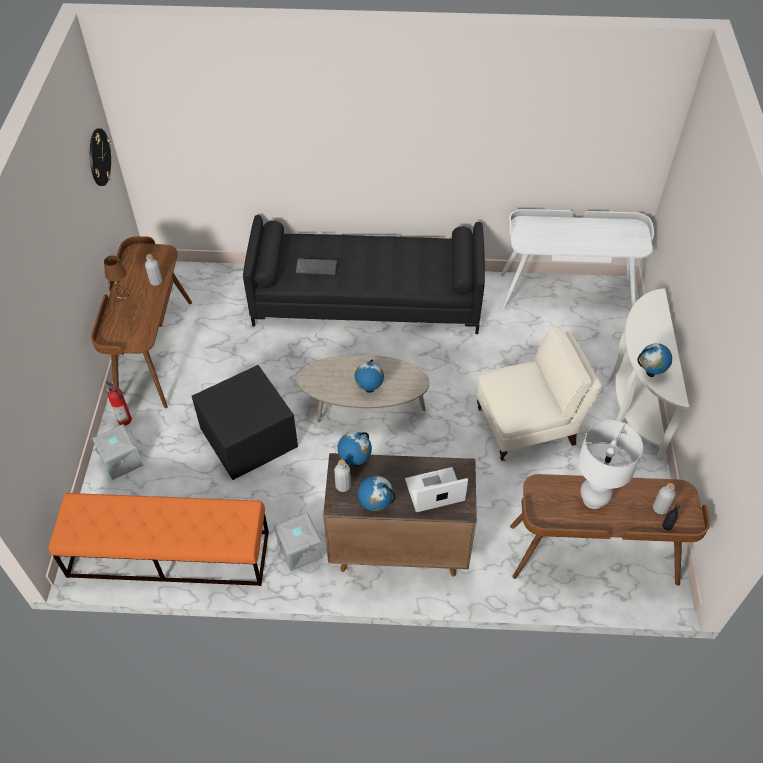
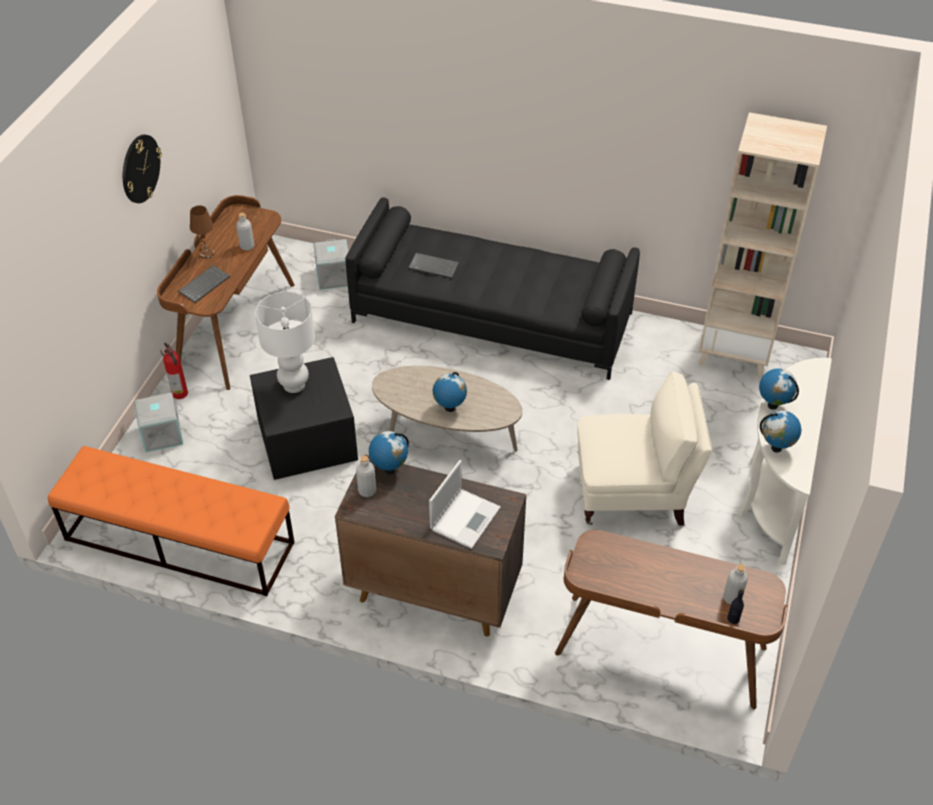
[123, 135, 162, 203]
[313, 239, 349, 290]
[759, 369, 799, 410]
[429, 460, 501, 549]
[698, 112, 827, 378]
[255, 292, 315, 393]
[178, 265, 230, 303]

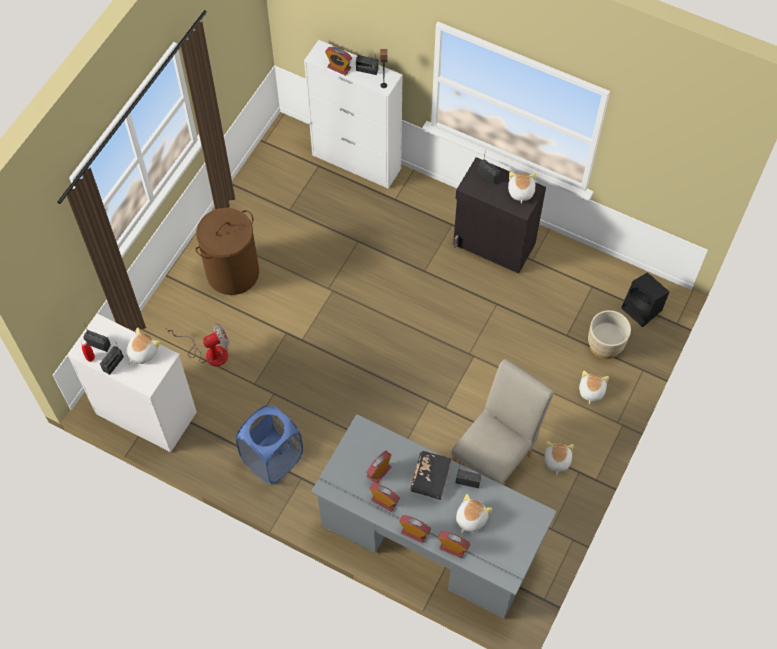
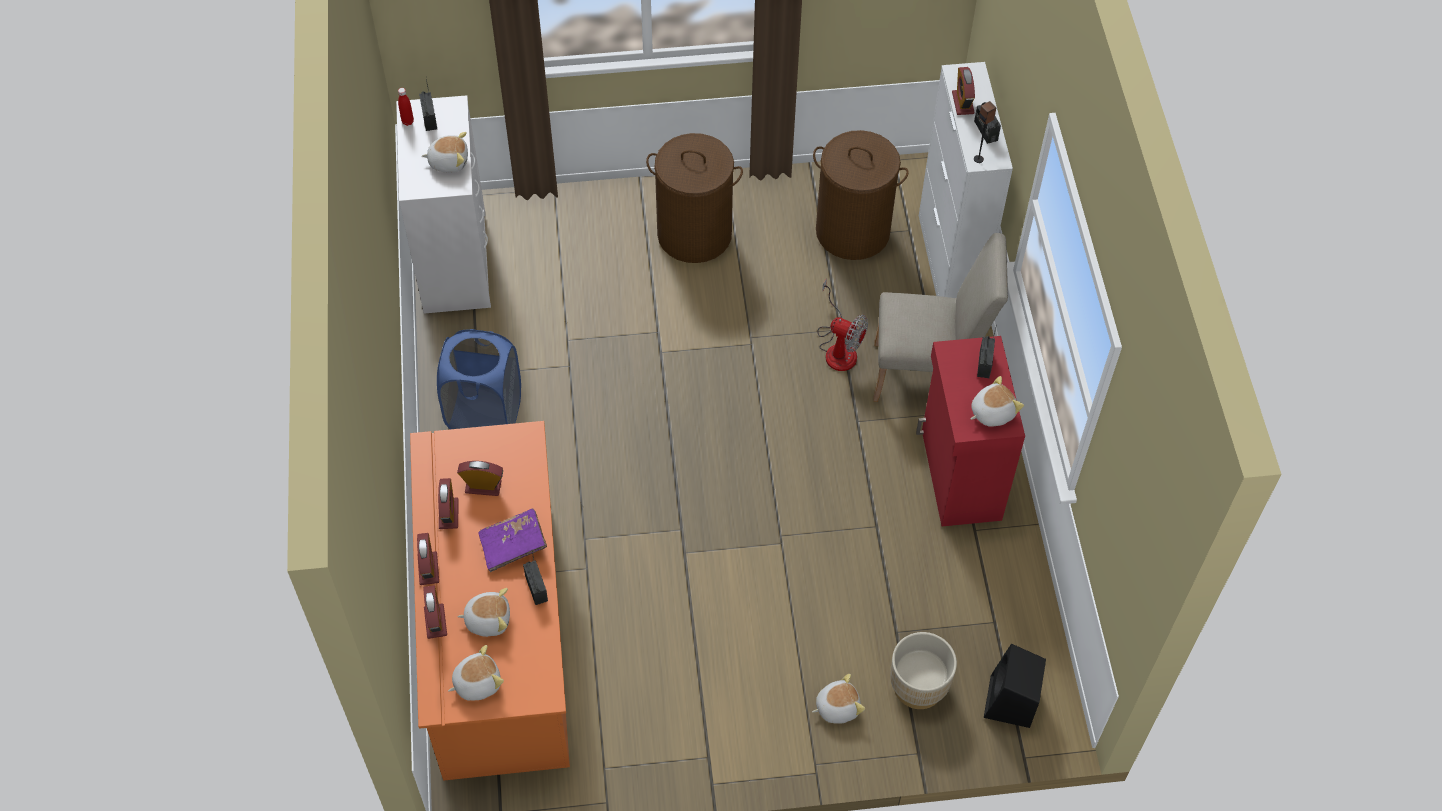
[100, 341, 124, 375] (first image)
[817, 278, 868, 371]
[410, 421, 570, 781]
[478, 508, 547, 572]
[873, 233, 1008, 402]
[916, 336, 1025, 526]
[448, 645, 504, 701]
[813, 130, 909, 260]

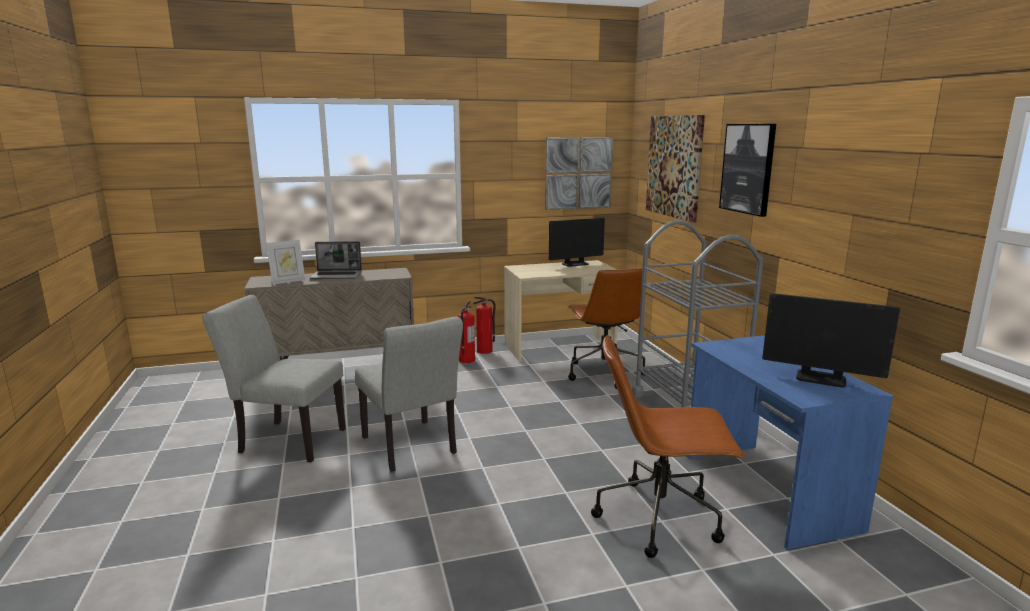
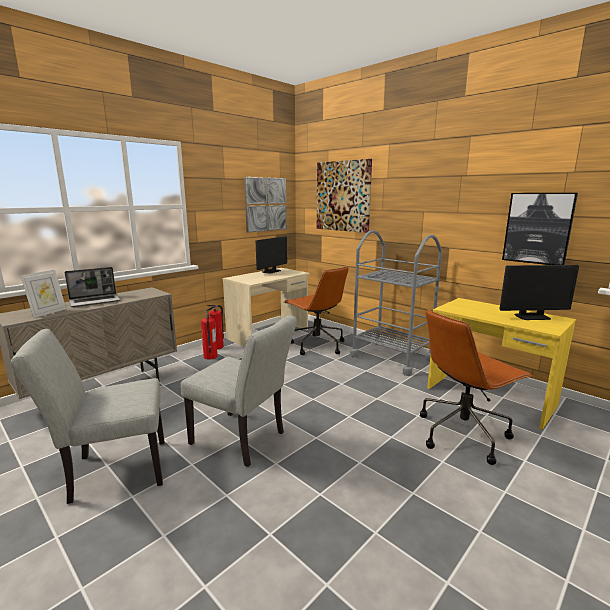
[427, 298, 576, 430]
[502, 193, 578, 265]

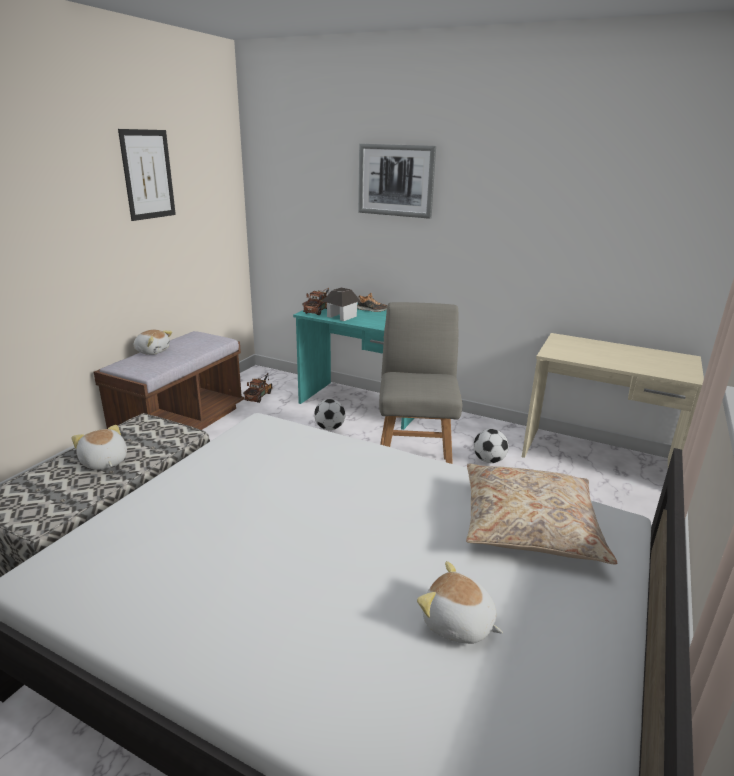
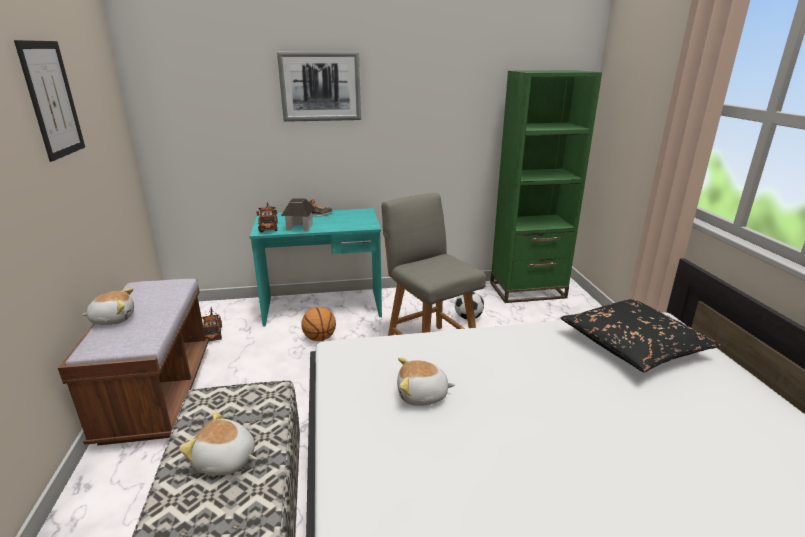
[301, 307, 336, 341]
[397, 357, 455, 406]
[561, 299, 721, 372]
[490, 70, 602, 303]

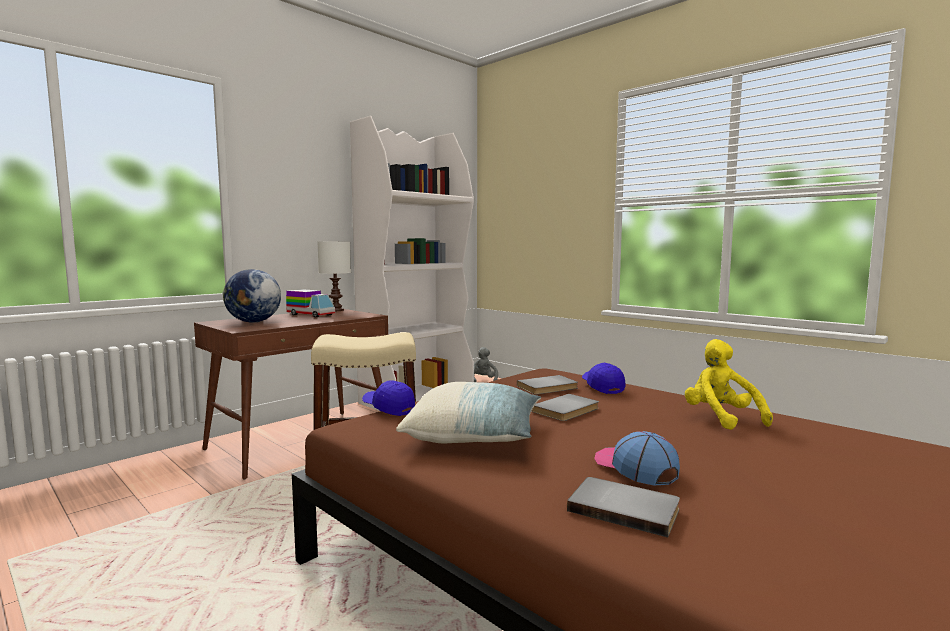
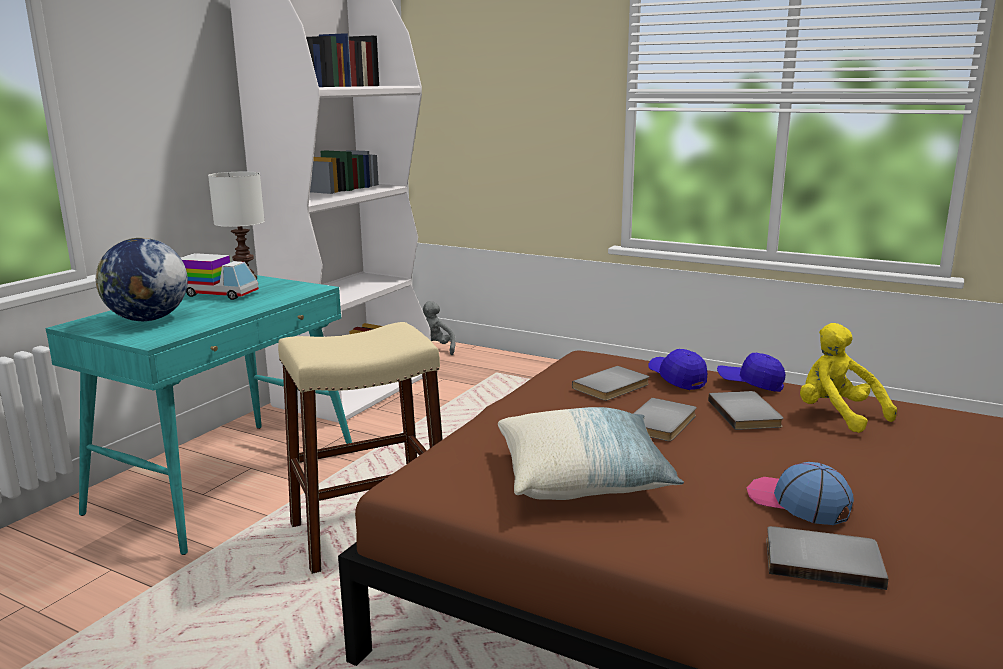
[46, 275, 352, 555]
[717, 353, 785, 392]
[708, 391, 783, 430]

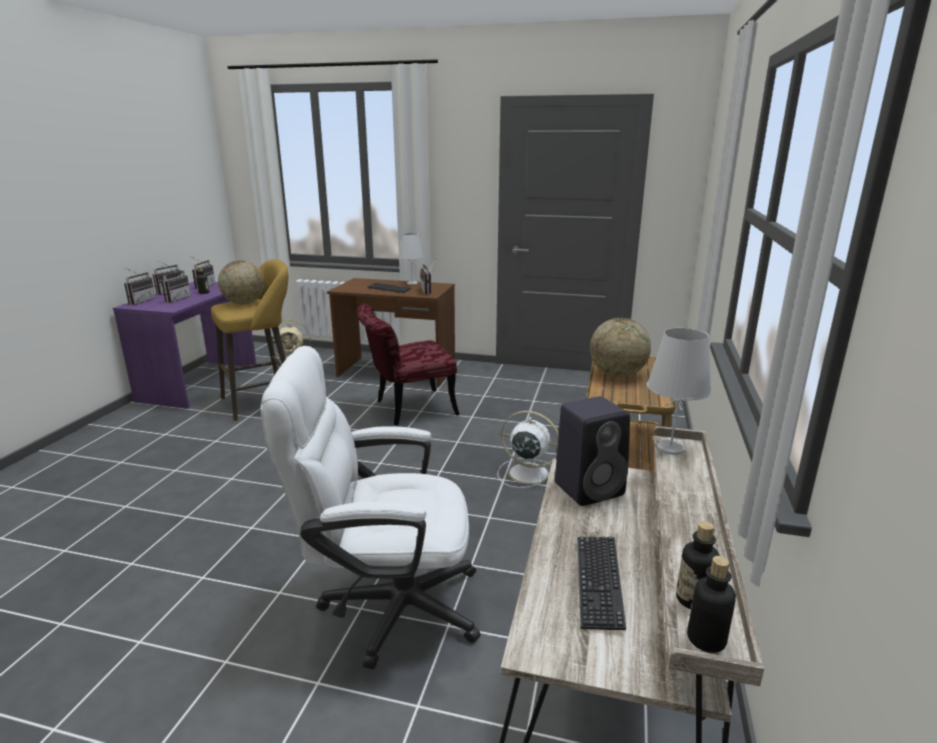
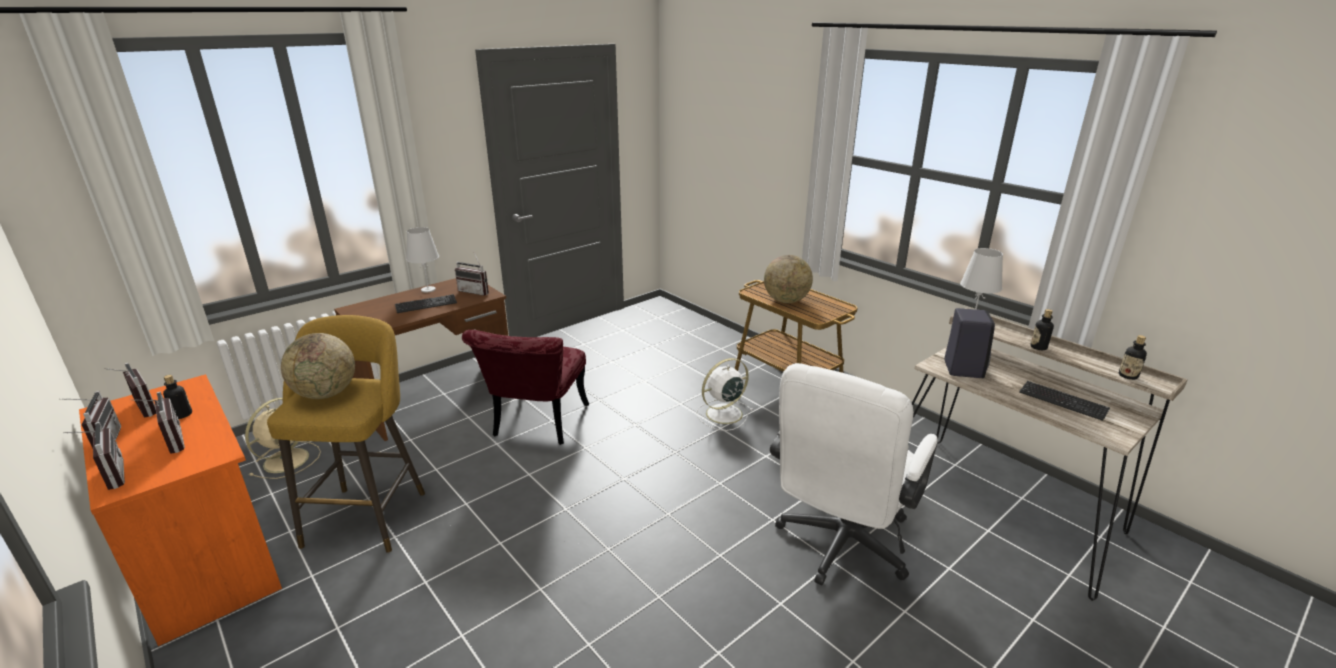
[79, 374, 282, 646]
[1030, 309, 1054, 350]

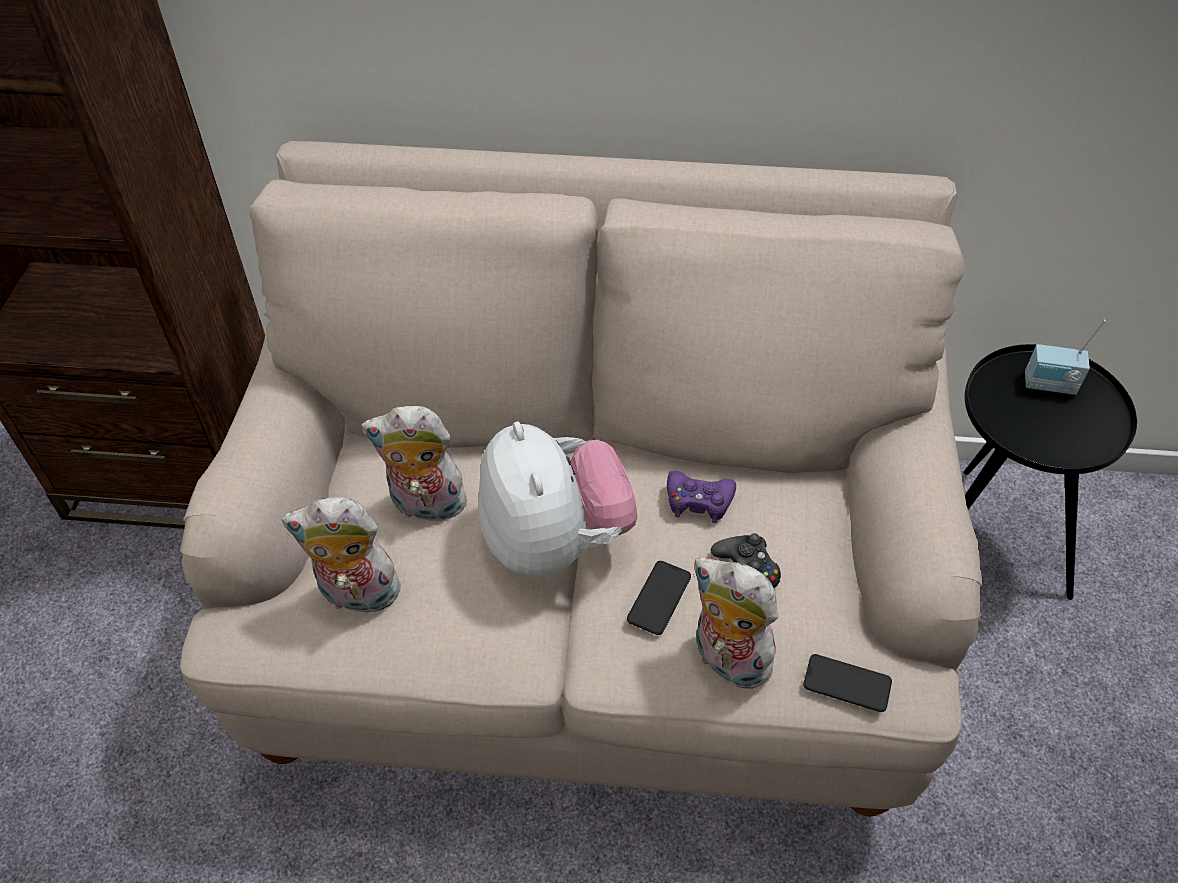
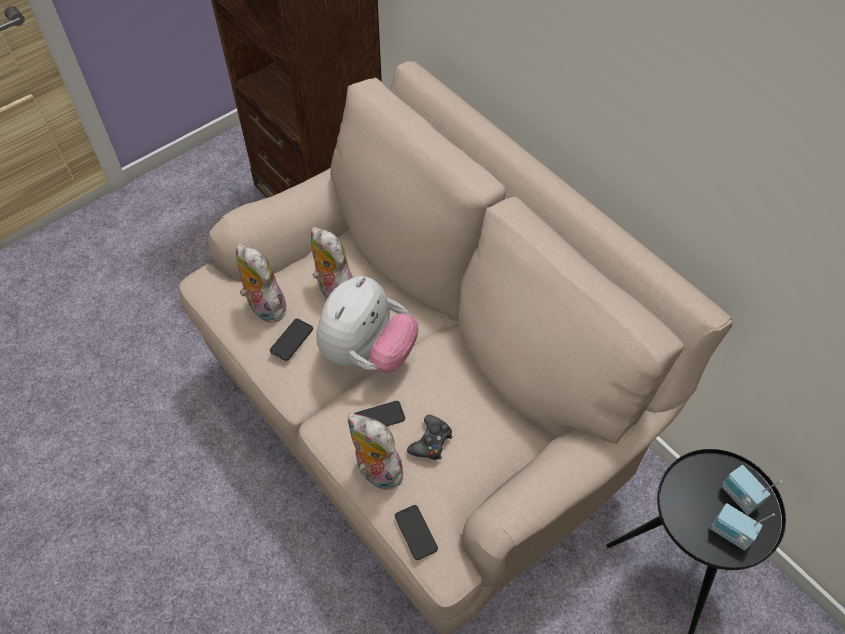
[667, 471, 736, 523] (first image)
[348, 414, 403, 490]
[270, 319, 313, 361]
[710, 503, 775, 551]

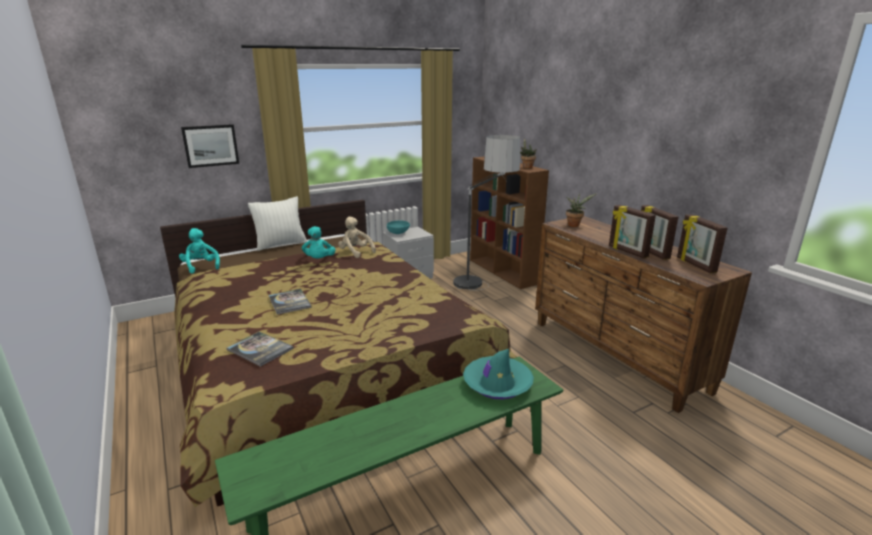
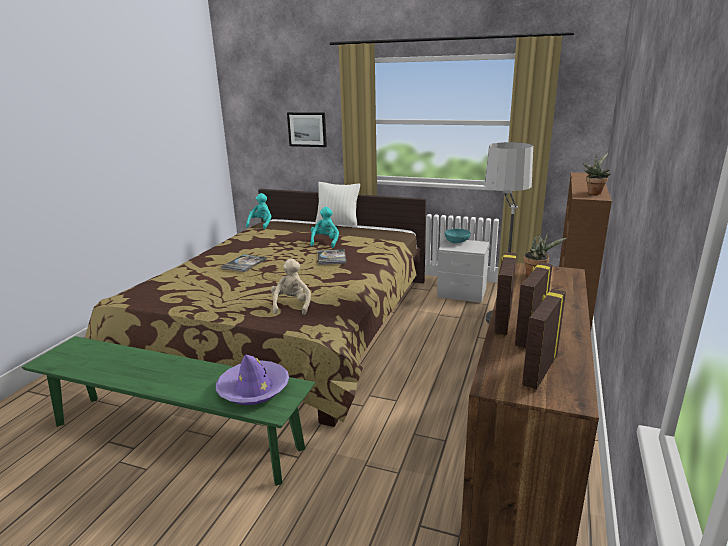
[318, 249, 347, 265]
[310, 207, 339, 248]
[271, 258, 311, 315]
[216, 354, 289, 405]

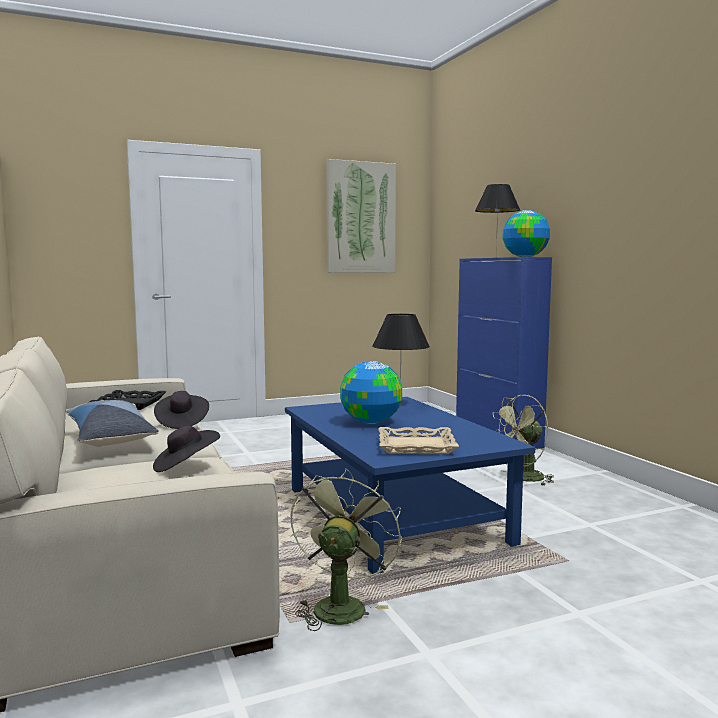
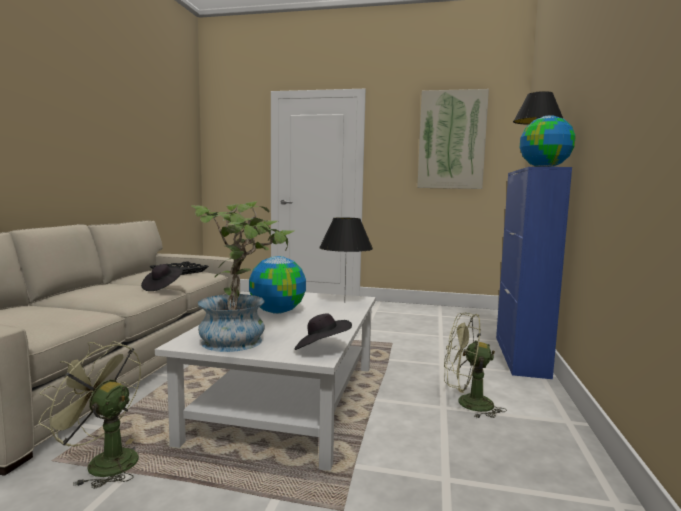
[65, 400, 159, 447] (first image)
[295, 313, 352, 350]
[155, 292, 376, 471]
[39, 341, 141, 489]
[192, 201, 294, 352]

